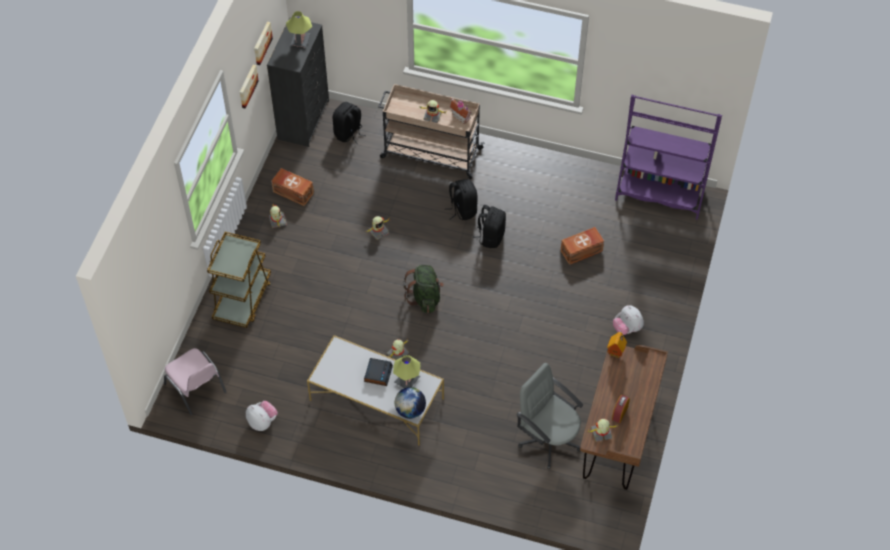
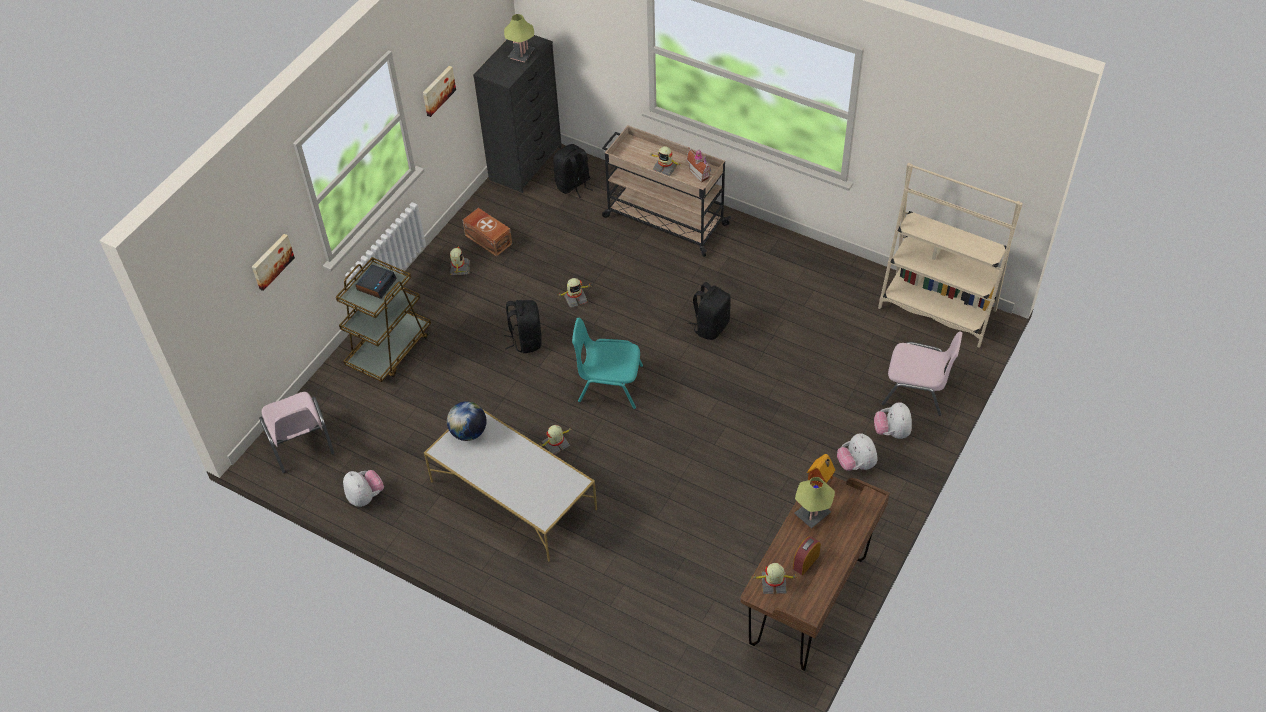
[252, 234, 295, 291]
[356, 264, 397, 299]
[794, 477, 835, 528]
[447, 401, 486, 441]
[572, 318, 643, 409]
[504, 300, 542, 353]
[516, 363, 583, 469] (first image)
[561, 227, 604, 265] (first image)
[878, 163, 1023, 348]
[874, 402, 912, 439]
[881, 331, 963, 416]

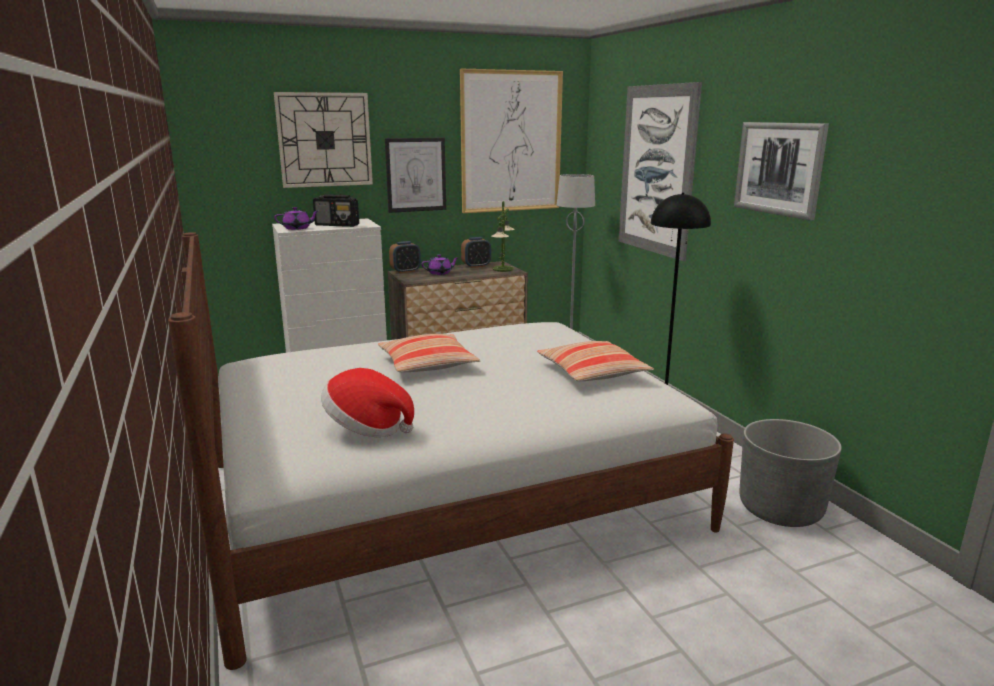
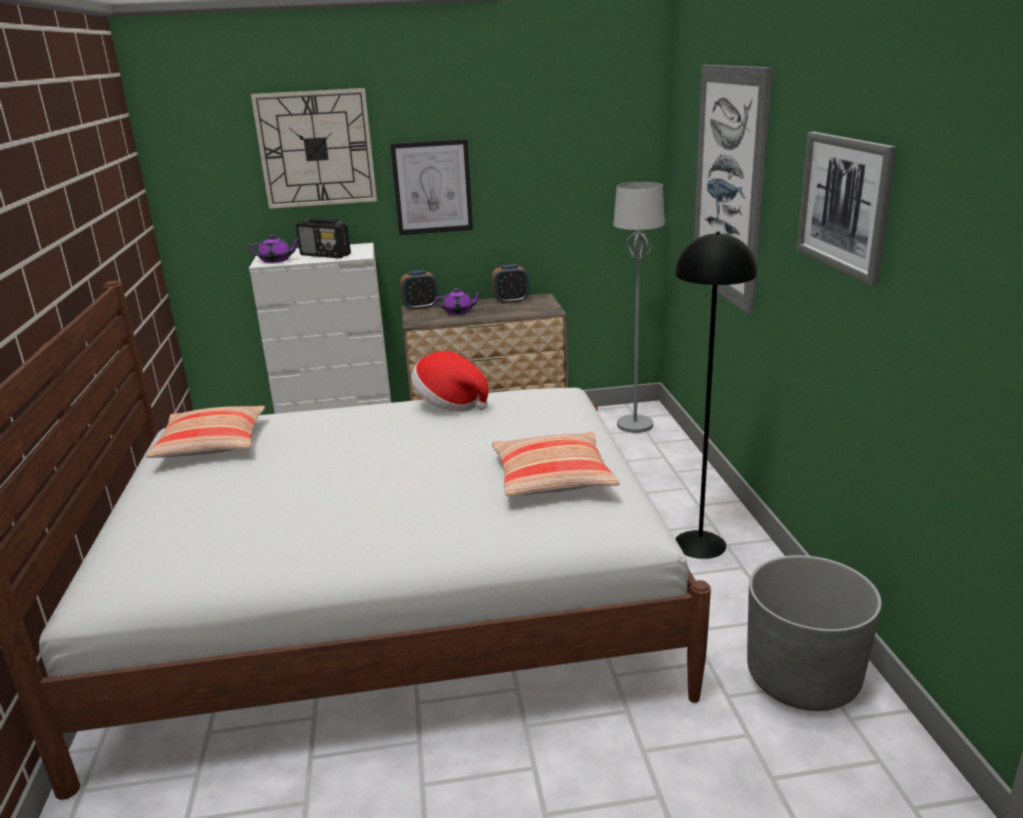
[411, 351, 488, 412]
[146, 405, 265, 458]
[460, 69, 563, 213] (first image)
[492, 202, 514, 272] (first image)

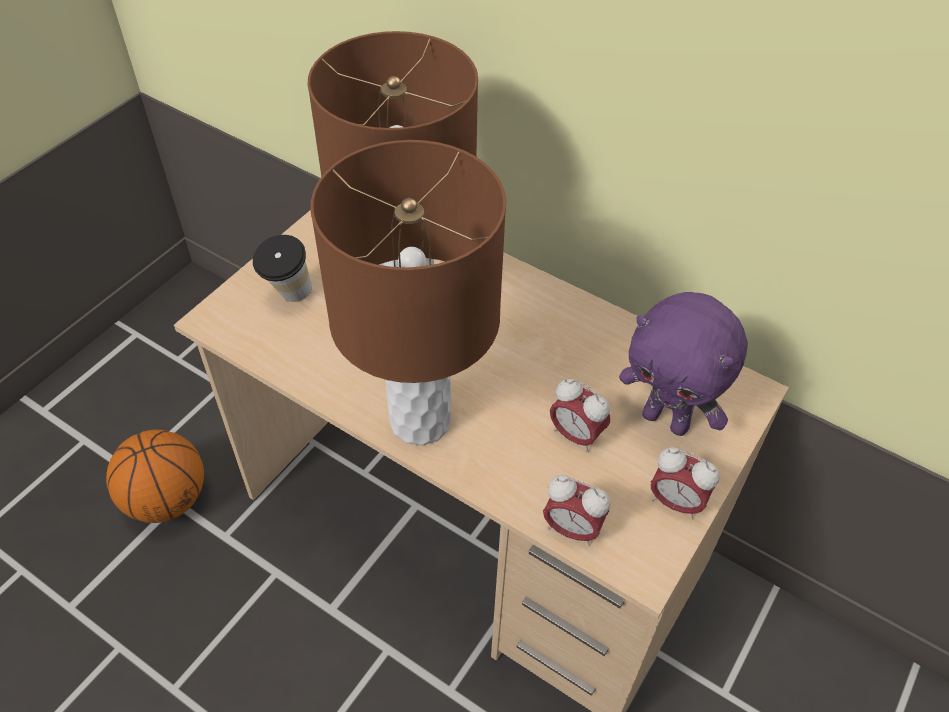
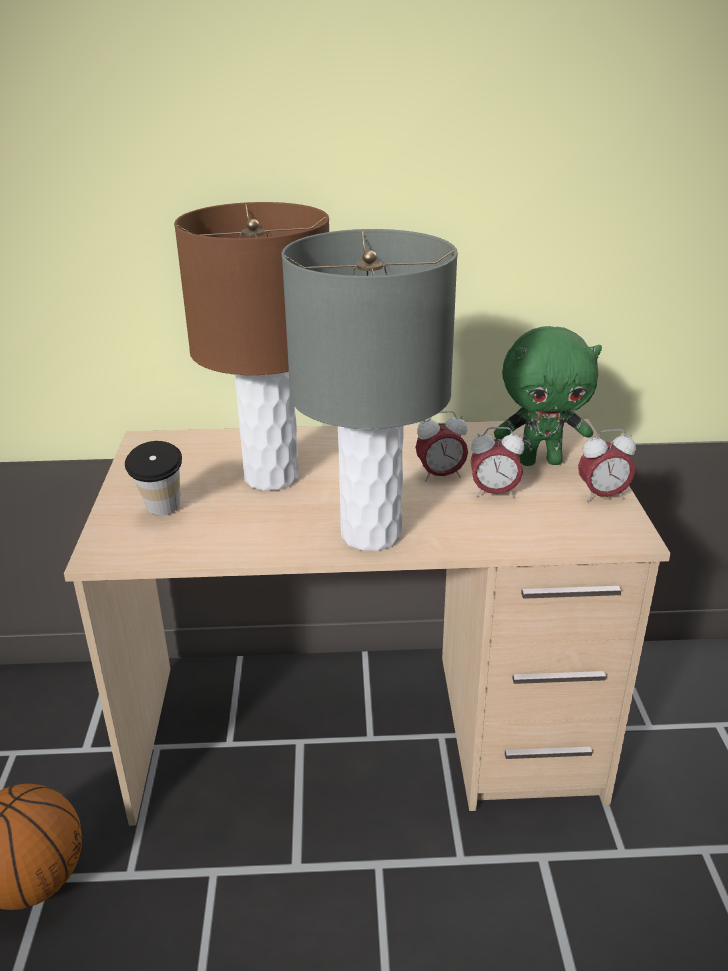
[282, 229, 458, 551]
[416, 411, 468, 482]
[494, 326, 602, 466]

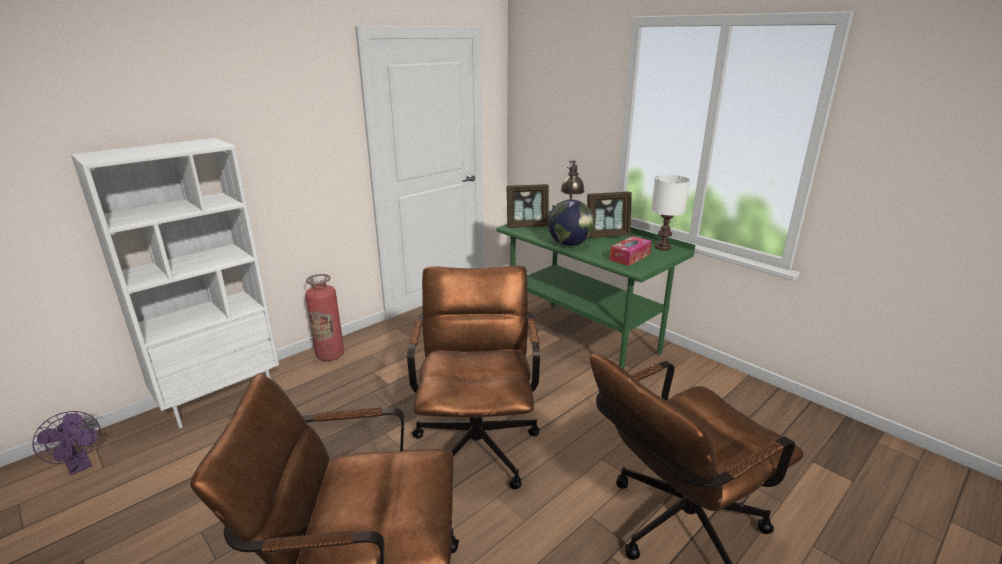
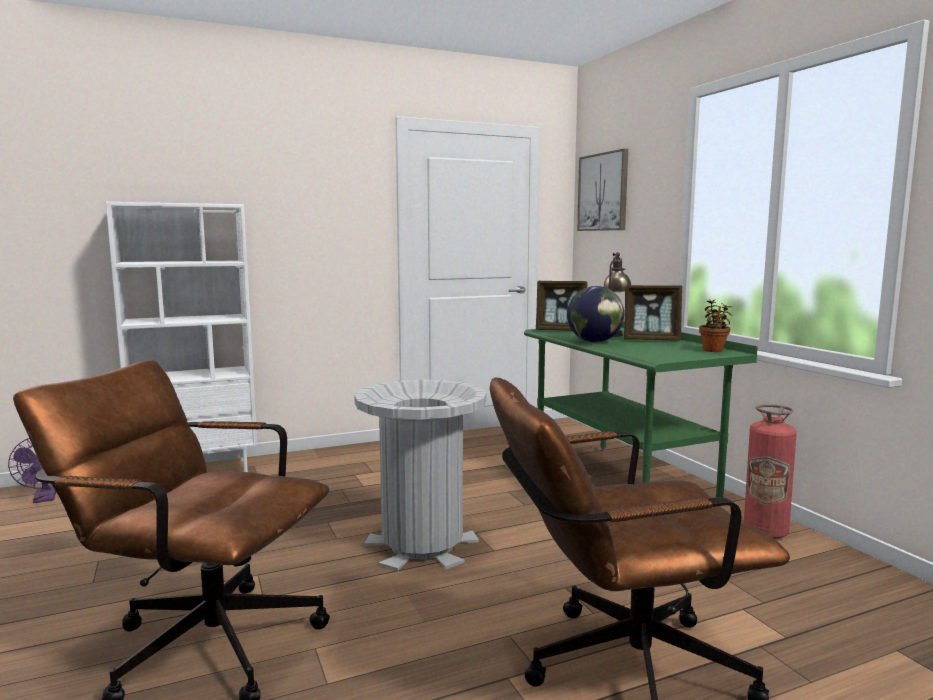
[744, 404, 797, 539]
[354, 379, 487, 571]
[609, 236, 652, 266] (first image)
[699, 299, 732, 352]
[577, 149, 628, 231]

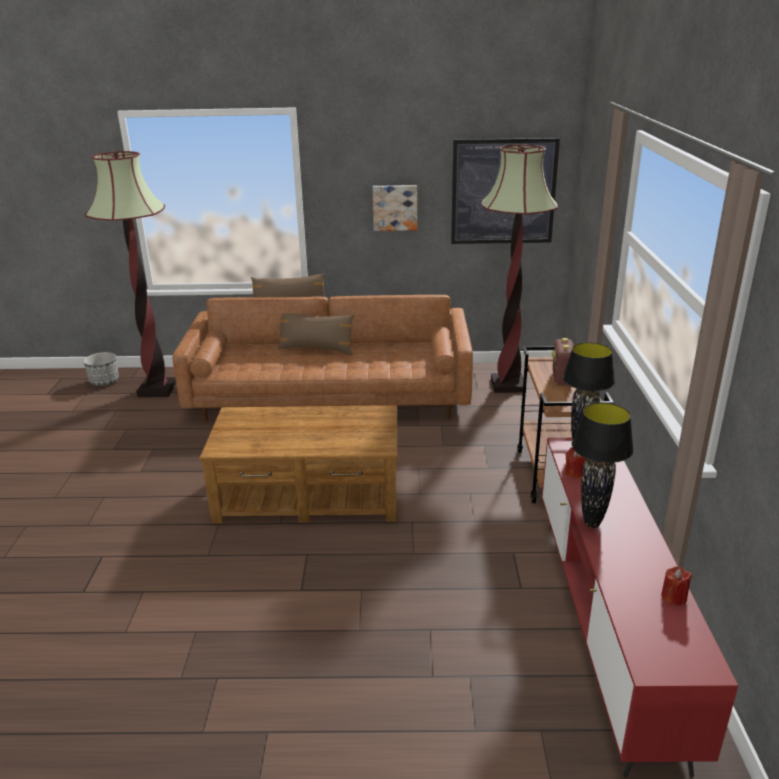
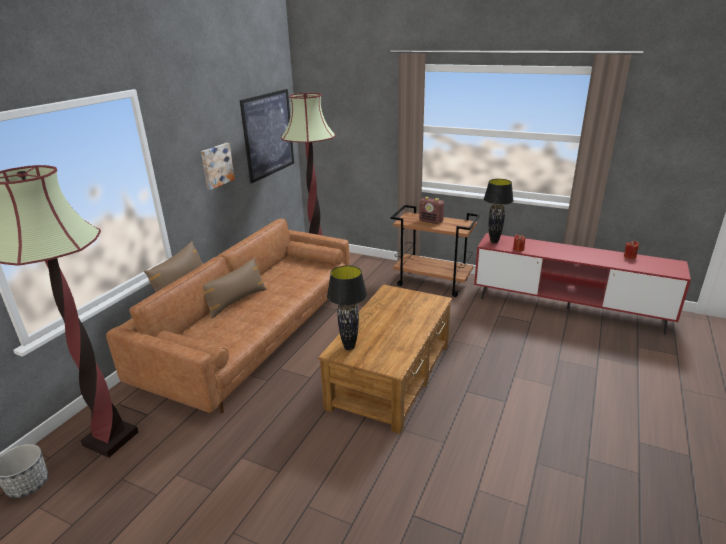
[327, 265, 367, 350]

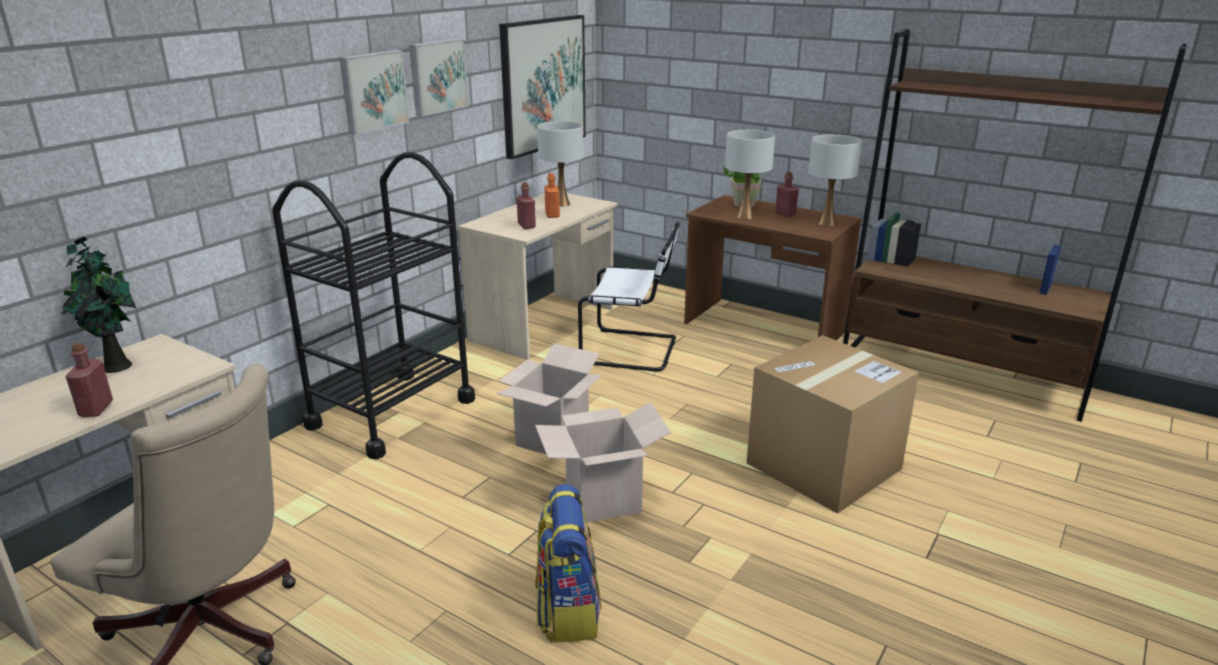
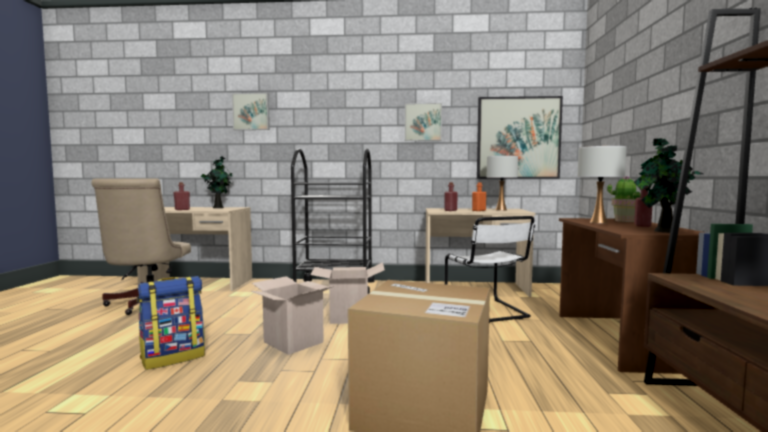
[232, 93, 270, 130]
[634, 138, 704, 233]

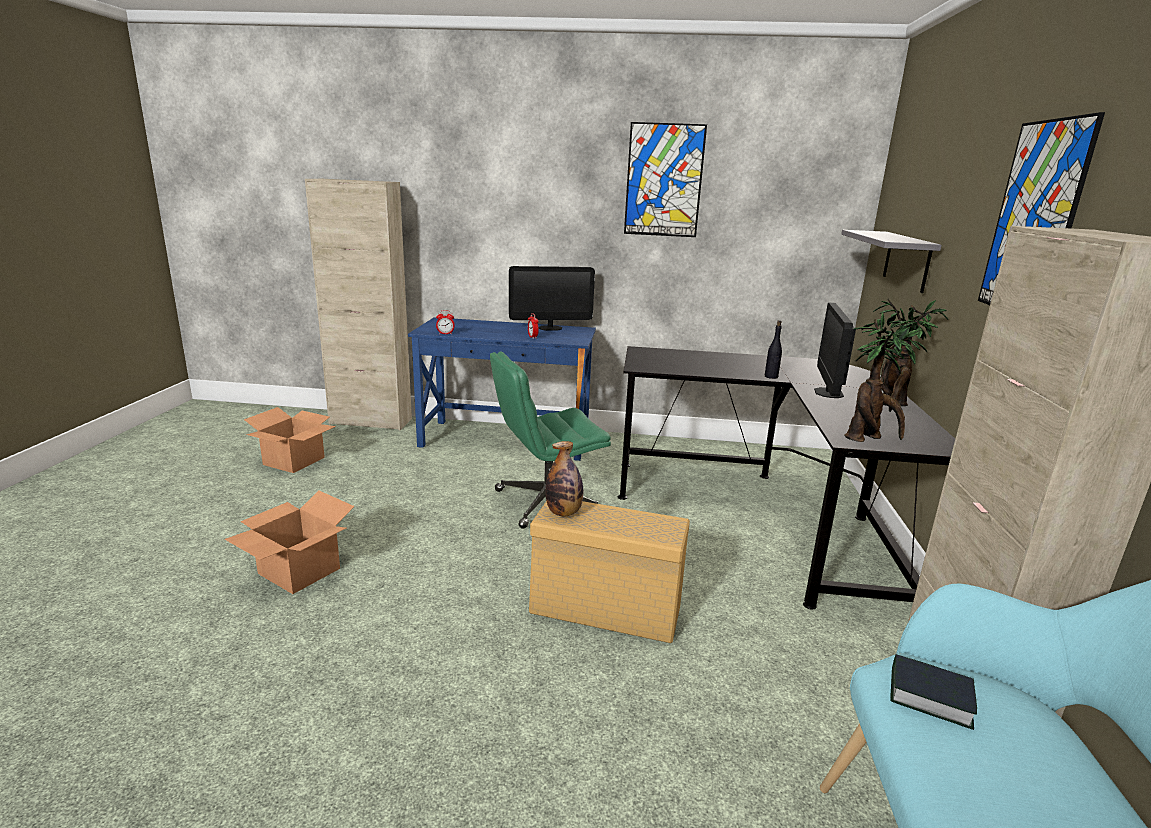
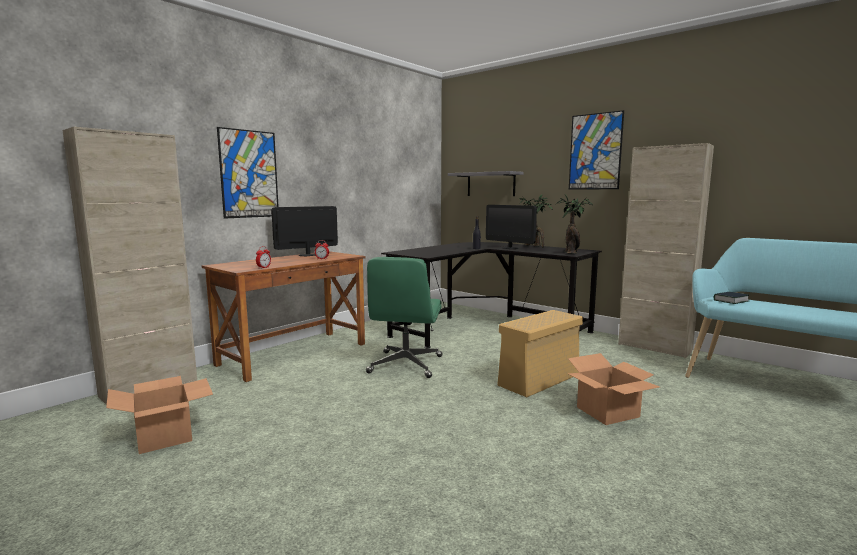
[568, 353, 660, 425]
[202, 251, 366, 382]
[271, 206, 338, 256]
[546, 441, 583, 516] (first image)
[217, 127, 279, 219]

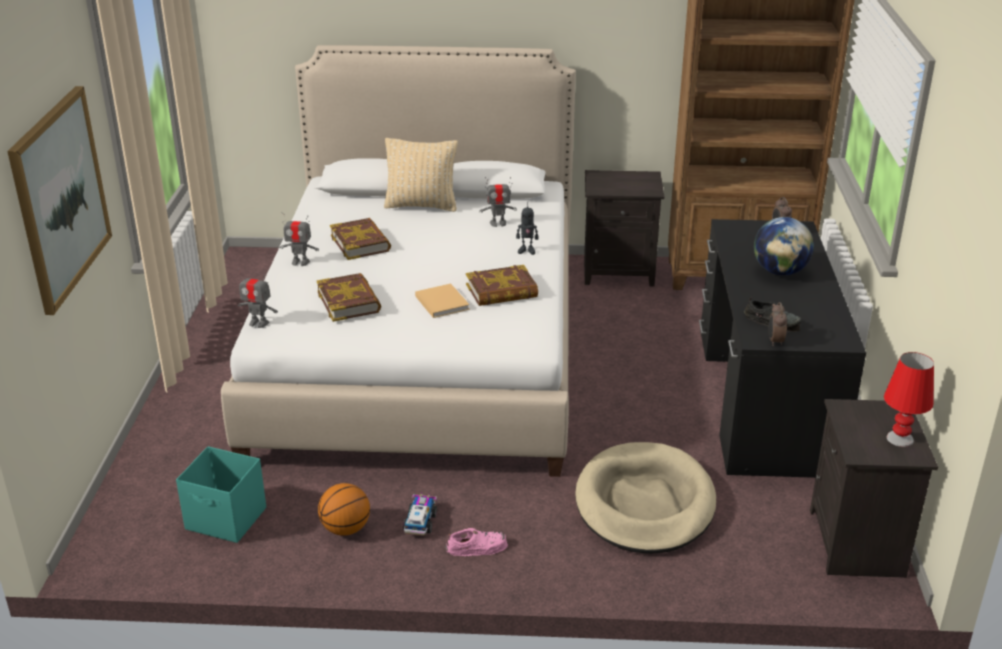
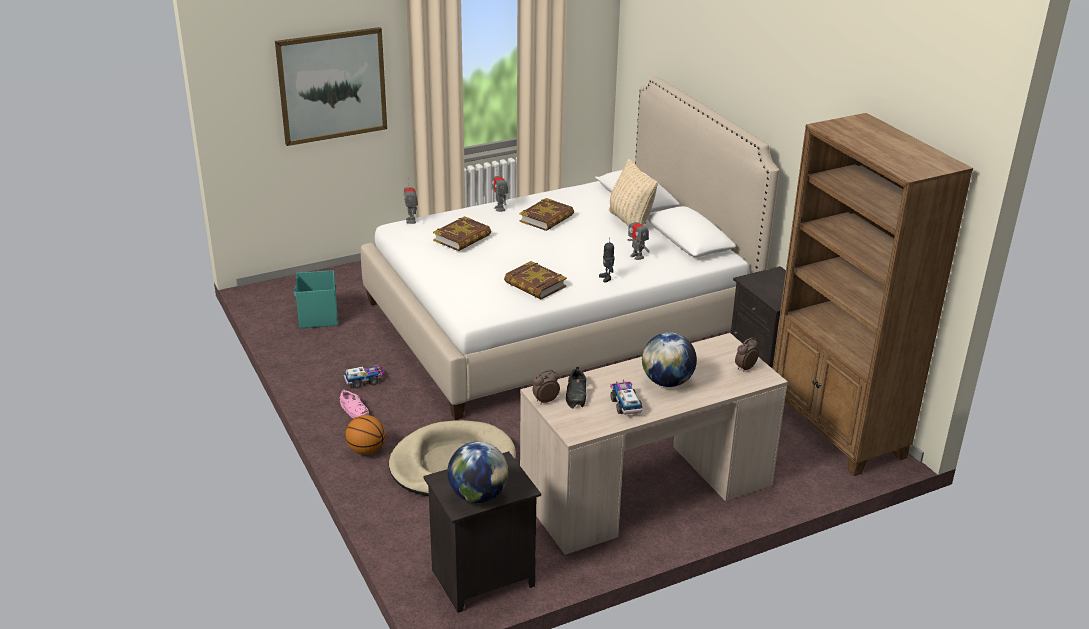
[345, 415, 386, 455]
[415, 284, 470, 318] (first image)
[520, 333, 788, 555]
[447, 442, 509, 503]
[610, 380, 642, 415]

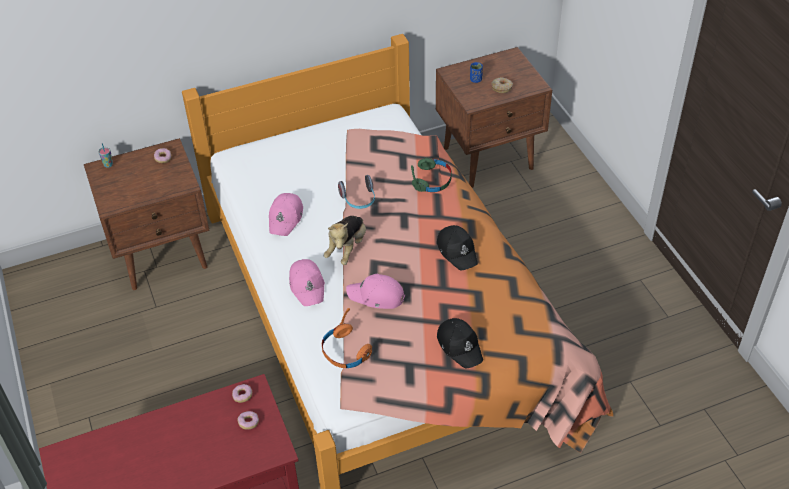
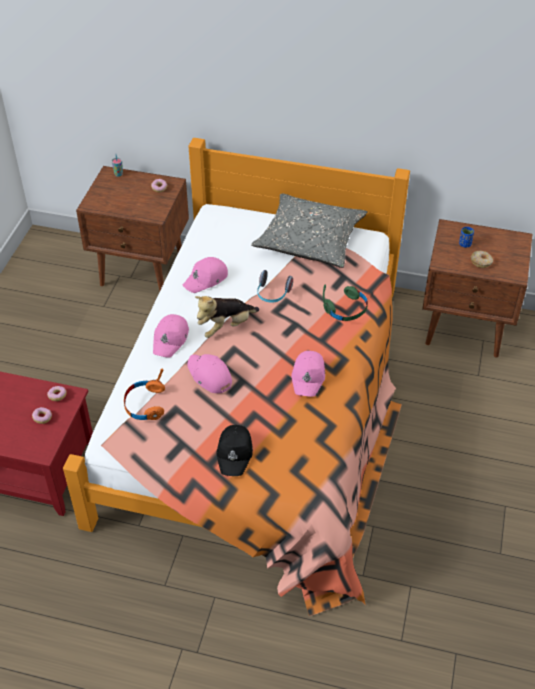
[291, 351, 325, 397]
[251, 194, 367, 268]

